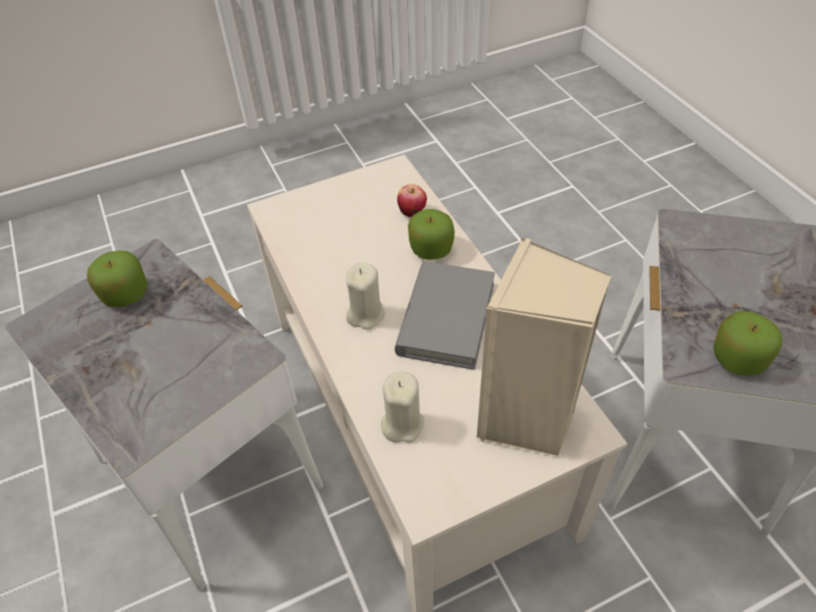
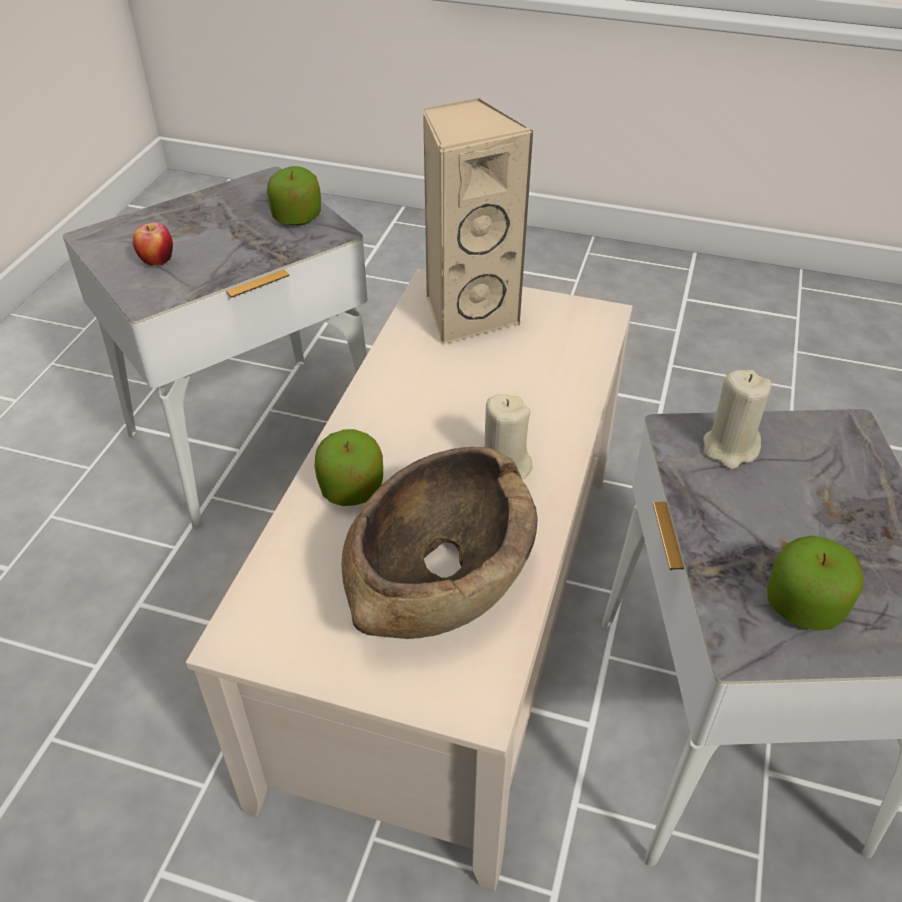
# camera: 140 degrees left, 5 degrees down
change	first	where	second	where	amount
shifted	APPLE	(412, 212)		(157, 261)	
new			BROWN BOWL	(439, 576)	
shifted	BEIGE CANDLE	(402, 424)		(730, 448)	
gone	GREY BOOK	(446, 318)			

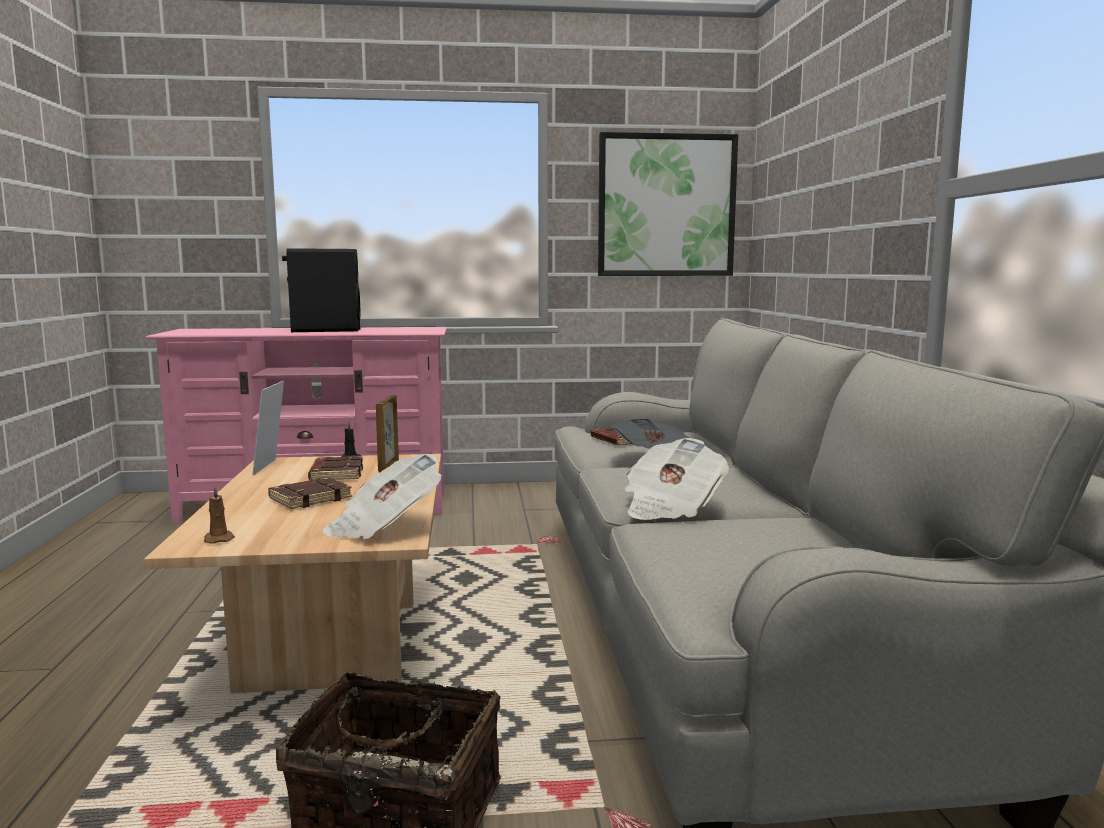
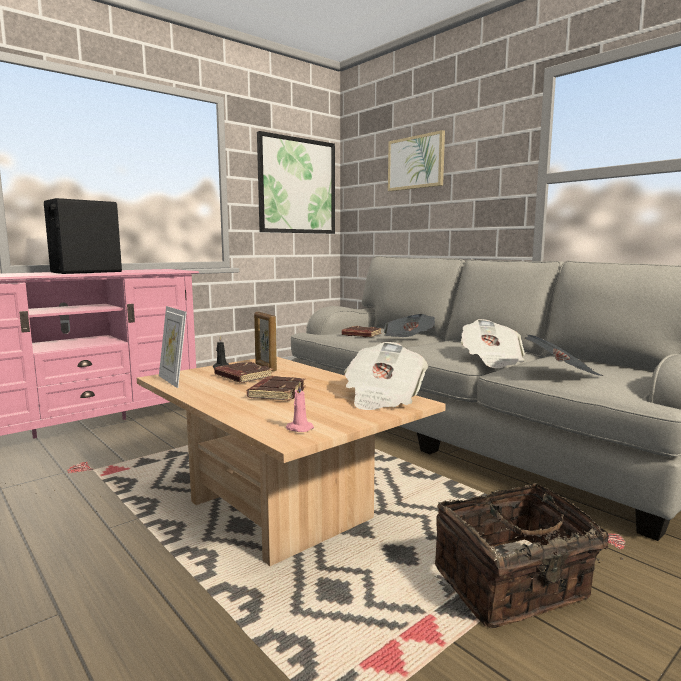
# camera: 35 degrees left, 0 degrees up
change	first	where	second	where	amount
repainted	BROWN CANDLE	(218, 539)	PINK CANDLE	(298, 428)	
new			PICTURE	(416, 162)	
new			NEWSPAPER	(562, 375)	

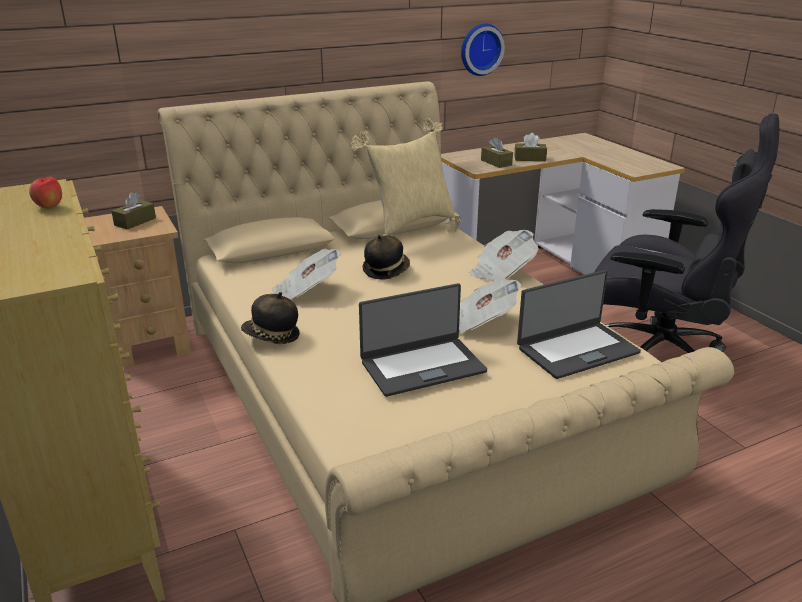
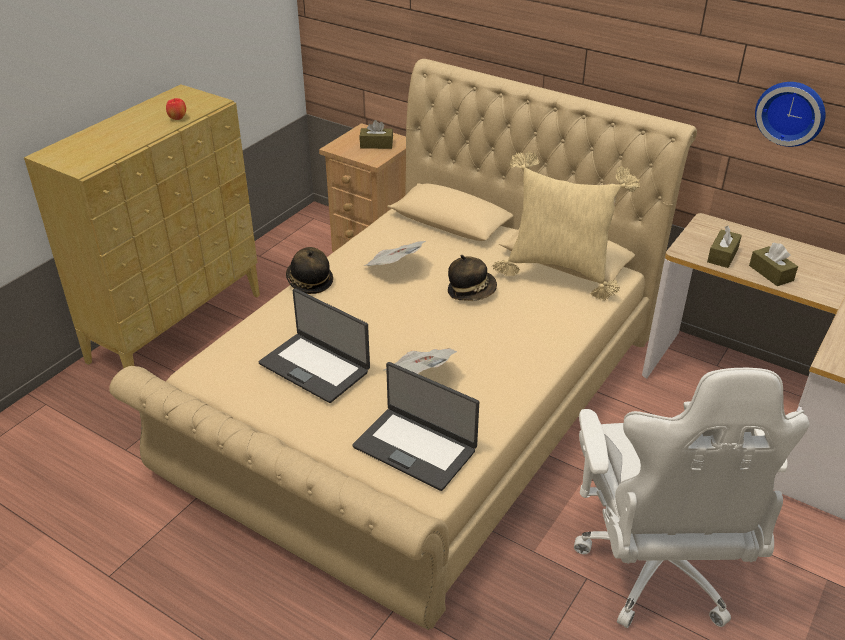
# camera: 60 degrees right, 10 degrees up
change	first	where	second	where	amount
repainted	BLACK OFFICE CHAIR	(651, 354)	WHITE OFFICE CHAIR	(654, 559)	
gone	NEWSPAPER	(501, 272)			

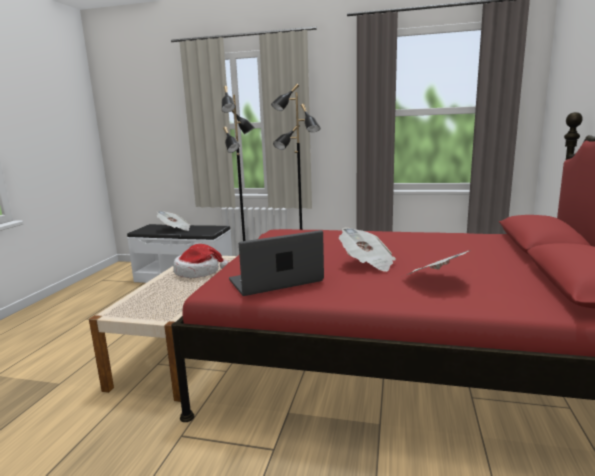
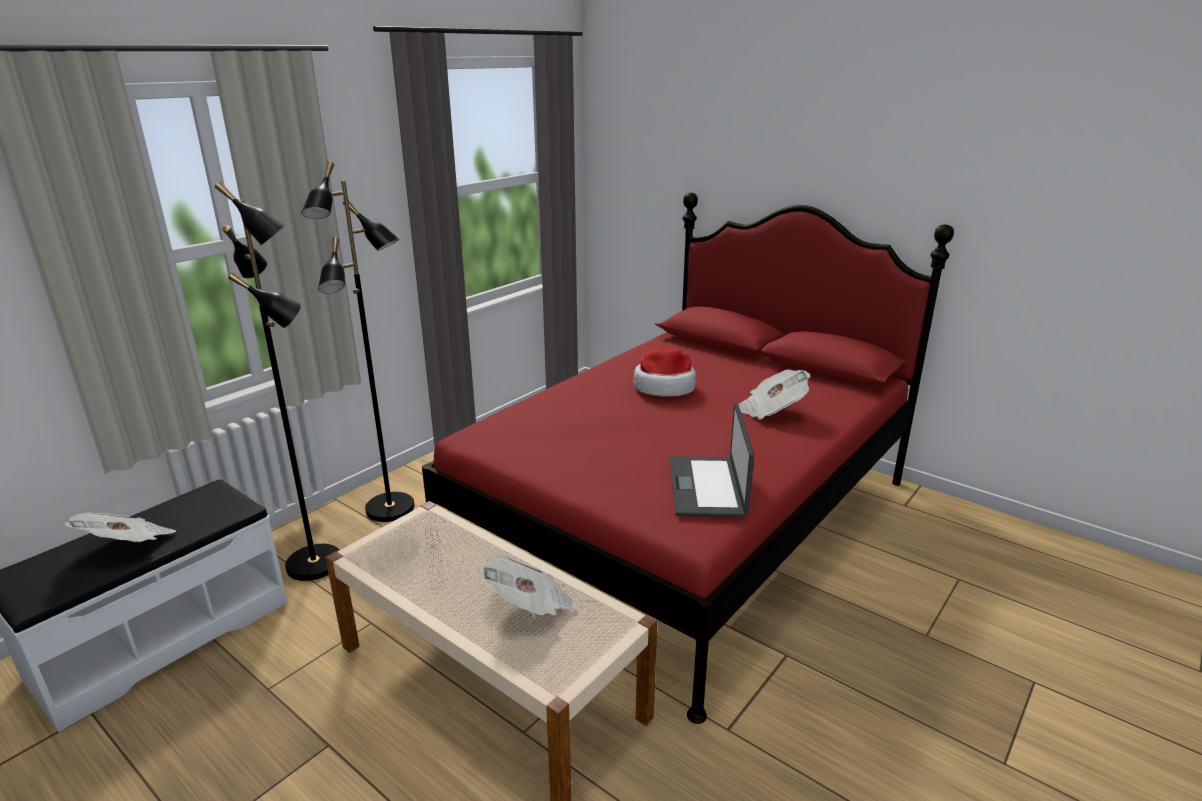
# camera: 65 degrees left, 10 degrees up
change	first	where	second	where	amount
shifted	NEWSPAPER	(367, 263)		(530, 606)	
shifted	HAT	(198, 272)		(664, 387)	

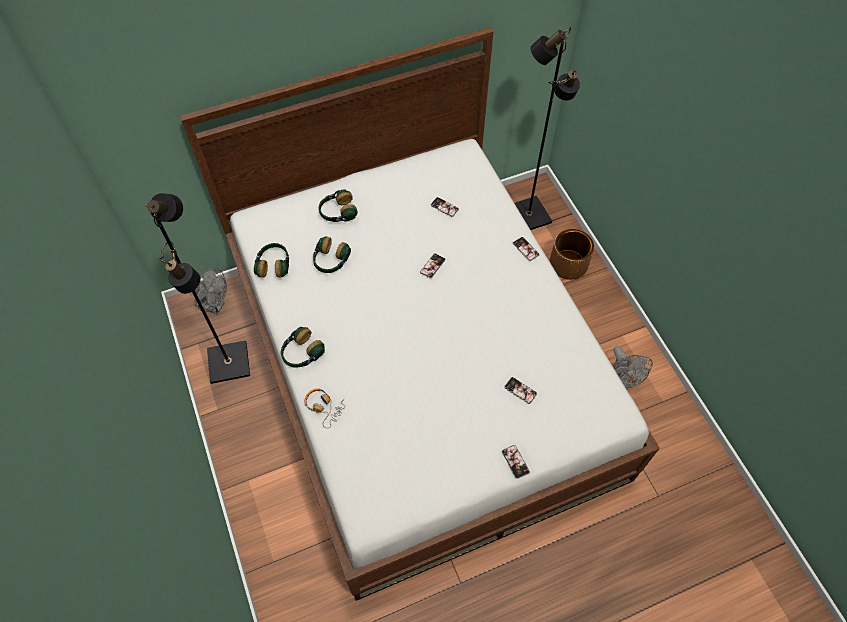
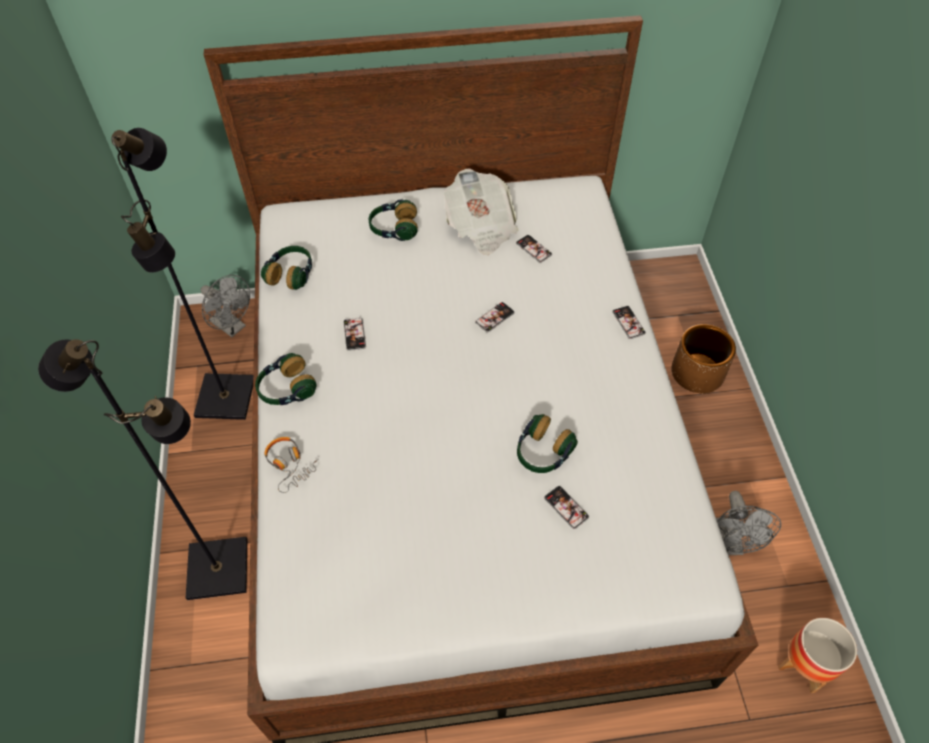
# camera: 15 degrees right, 5 degrees down
change	first	where	second	where	amount
shifted	BLACK FLOOR LAMP	(528, 215)		(218, 569)	
shifted	PHONE	(515, 462)		(354, 334)	
new			NEWSPAPER	(481, 227)	
shifted	HEADPHONES	(330, 261)		(542, 453)	
new			PLANTER	(804, 666)	

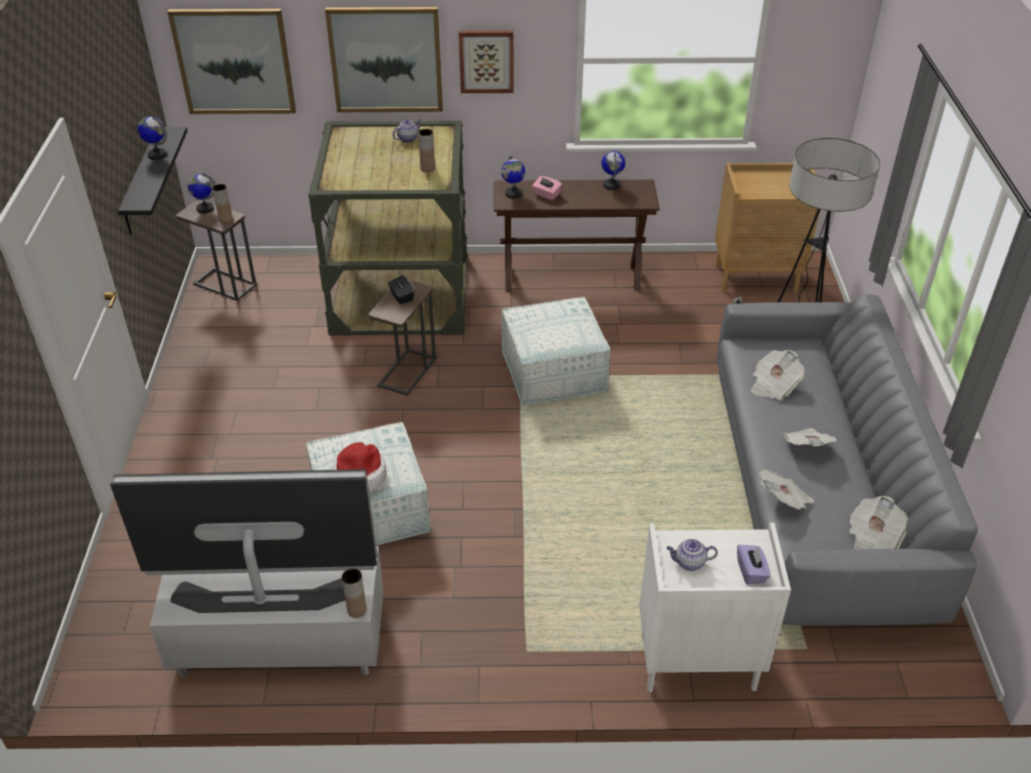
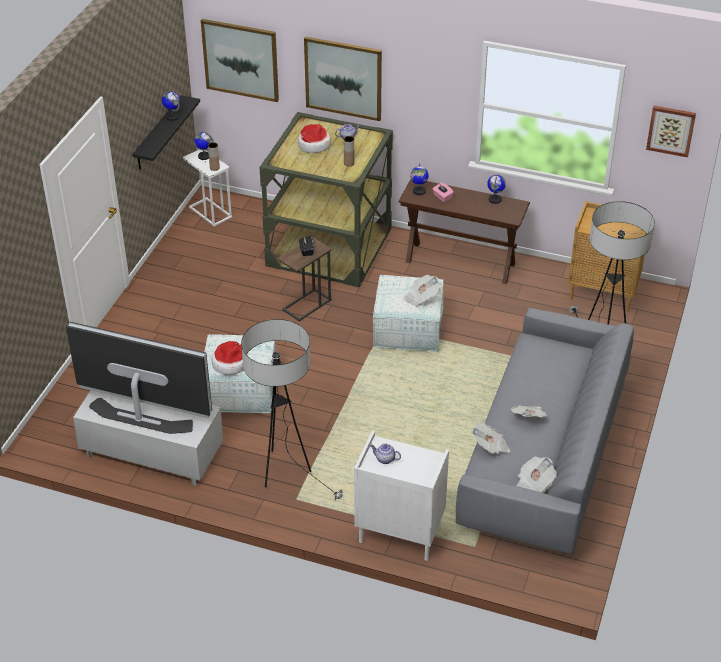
# camera: 20 degrees right, 0 degrees up
change	first	where	second	where	amount
repainted	BROWN SIDE TABLE	(226, 284)	WHITE SIDE TABLE	(211, 212)	
new			FLOOR LAMP	(285, 474)	
new			HAT	(313, 145)	
shifted	NEWSPAPER	(773, 385)		(420, 298)	
shifted	PICTURE	(486, 61)		(671, 130)	
gone	BROWN VASE	(357, 610)			
gone	PURPLE TISSUE BOX	(751, 572)			

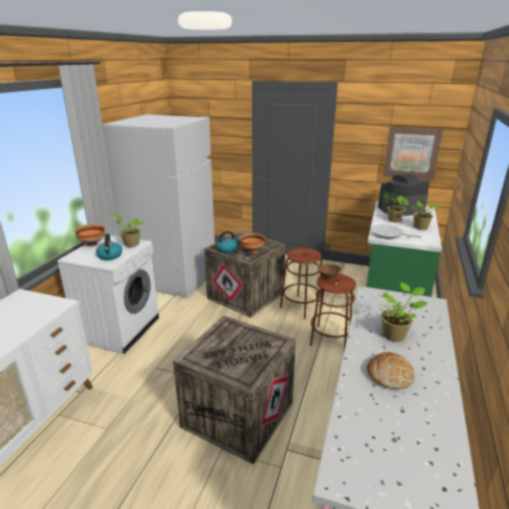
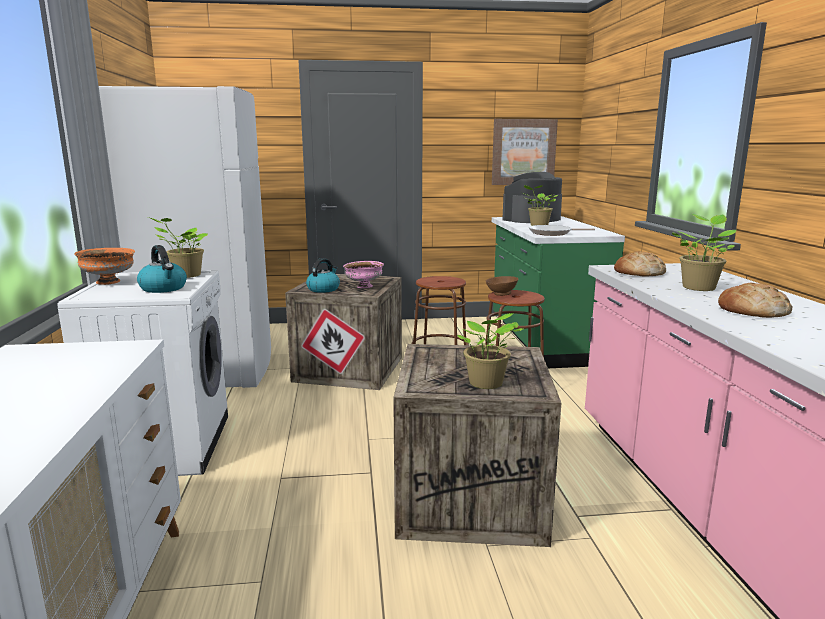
# camera: 25 degrees left, 10 degrees down
change	first	where	second	where	amount
repainted	ORANGE BOWL	(252, 251)	PINK BOWL	(364, 287)	
shifted	POTTED PLANT	(420, 227)		(486, 384)	
new			BREAD	(638, 272)	

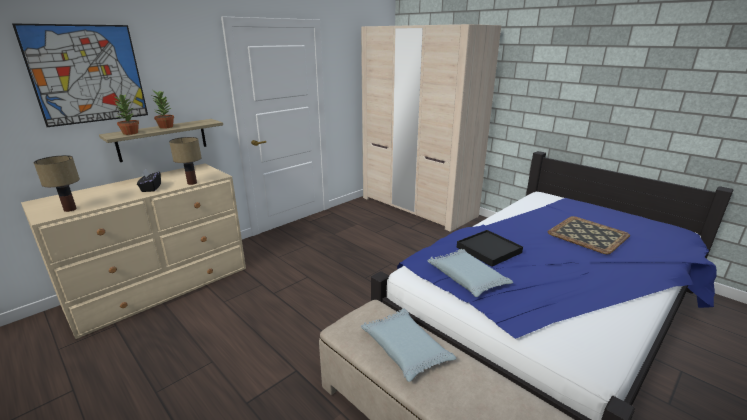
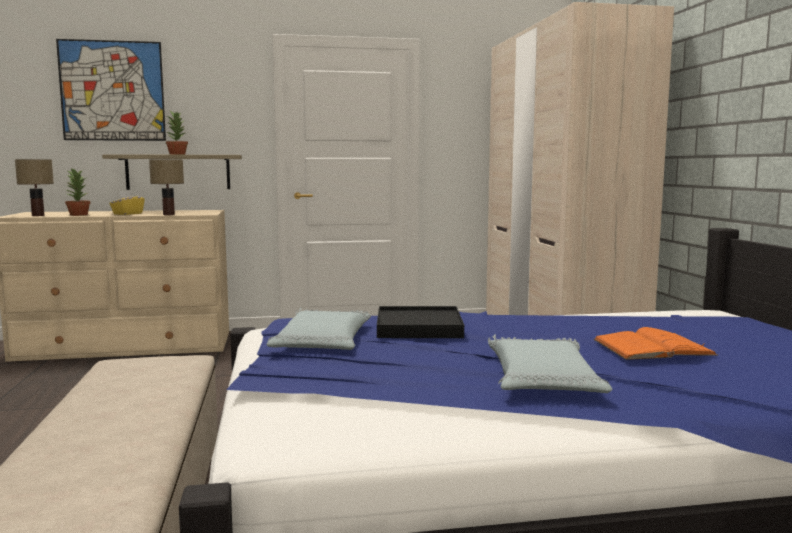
# camera: 35 degrees right, 15 degrees down
change	first	where	second	where	amount
shifted	POTTED PLANT	(130, 133)		(78, 215)	
repainted	BLACK TISSUE BOX	(151, 188)	YELLOW TISSUE BOX	(127, 214)	
shifted	BLUE PILLOW	(405, 347)		(542, 376)	
swapped	TRAY	(588, 235)	ORANGE BOOK	(652, 347)	

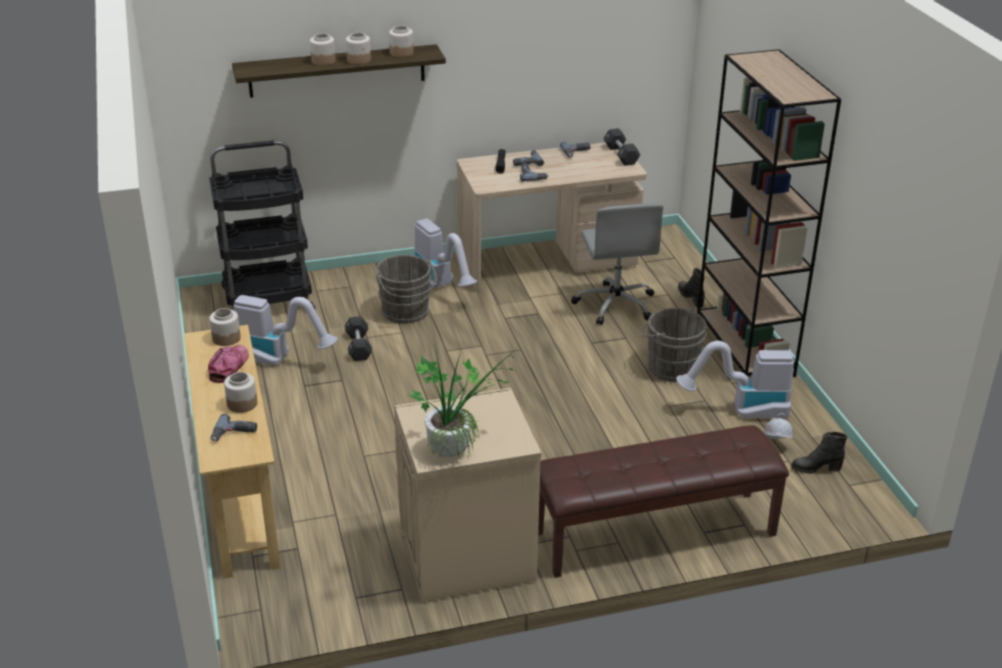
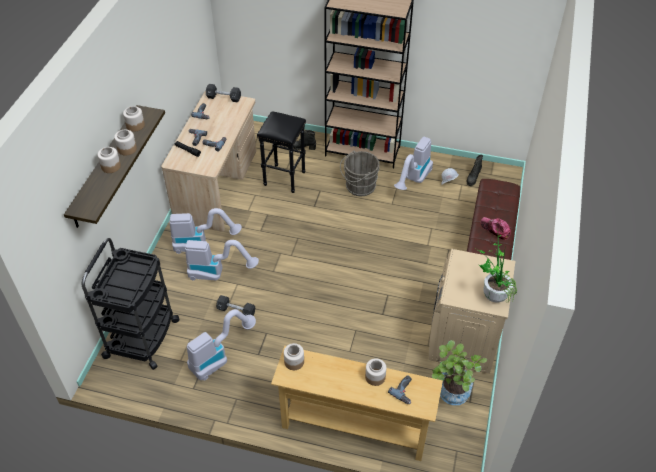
# camera: 60 degrees left, 15 degrees up
change	first	where	second	where	amount
swapped	GREY BUCKET	(406, 313)	VACUUM CLEANER	(218, 273)	
swapped	GREY OFFICE CHAIR	(615, 304)	BLACK STOOL	(285, 179)	
new			POTTED PLANT	(450, 395)	
shifted	CAP	(228, 367)		(495, 229)	

